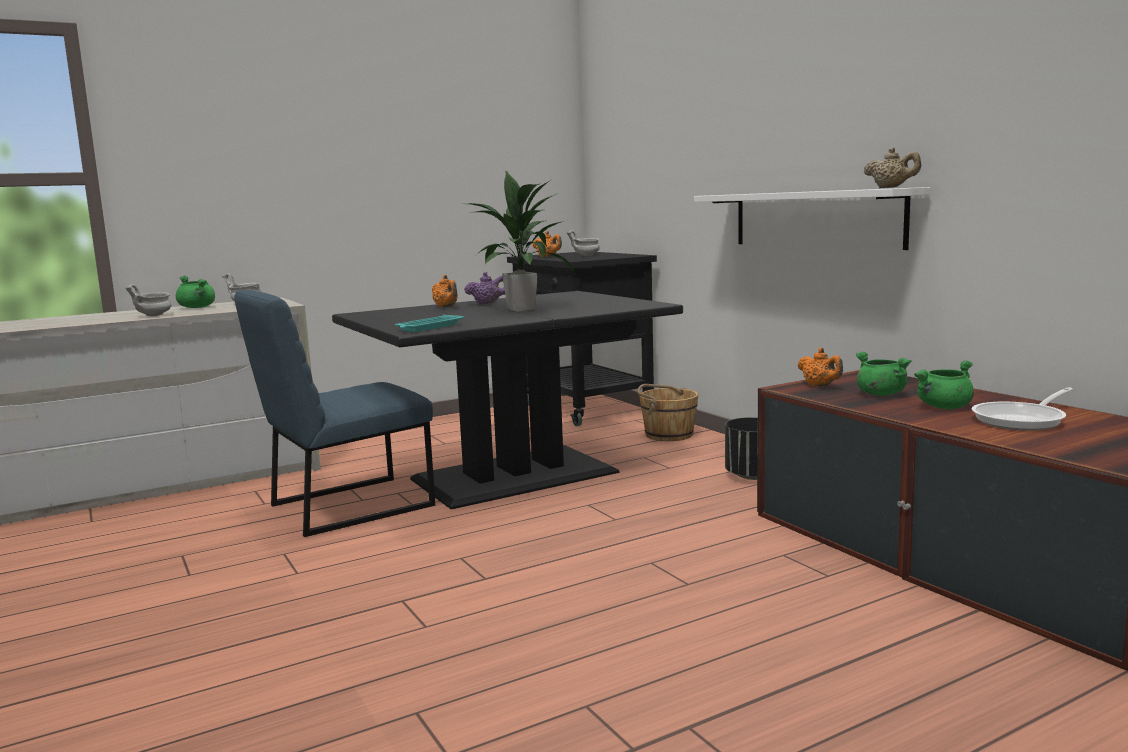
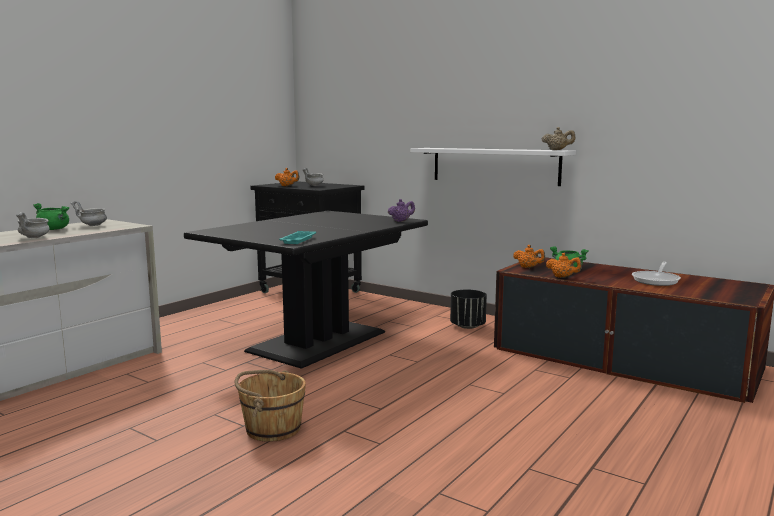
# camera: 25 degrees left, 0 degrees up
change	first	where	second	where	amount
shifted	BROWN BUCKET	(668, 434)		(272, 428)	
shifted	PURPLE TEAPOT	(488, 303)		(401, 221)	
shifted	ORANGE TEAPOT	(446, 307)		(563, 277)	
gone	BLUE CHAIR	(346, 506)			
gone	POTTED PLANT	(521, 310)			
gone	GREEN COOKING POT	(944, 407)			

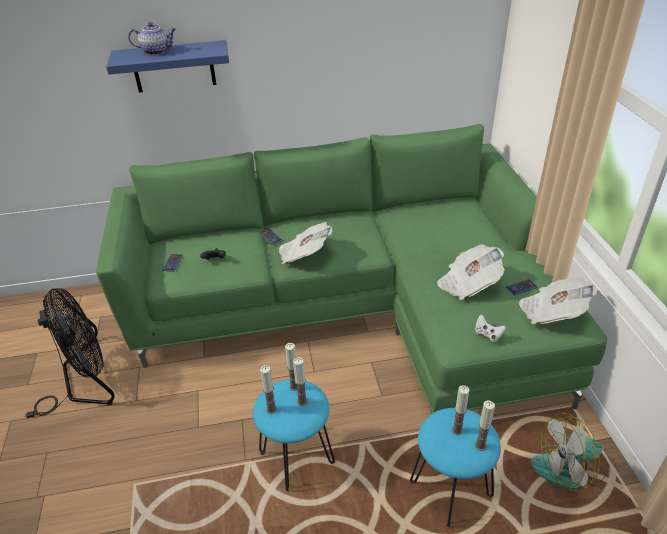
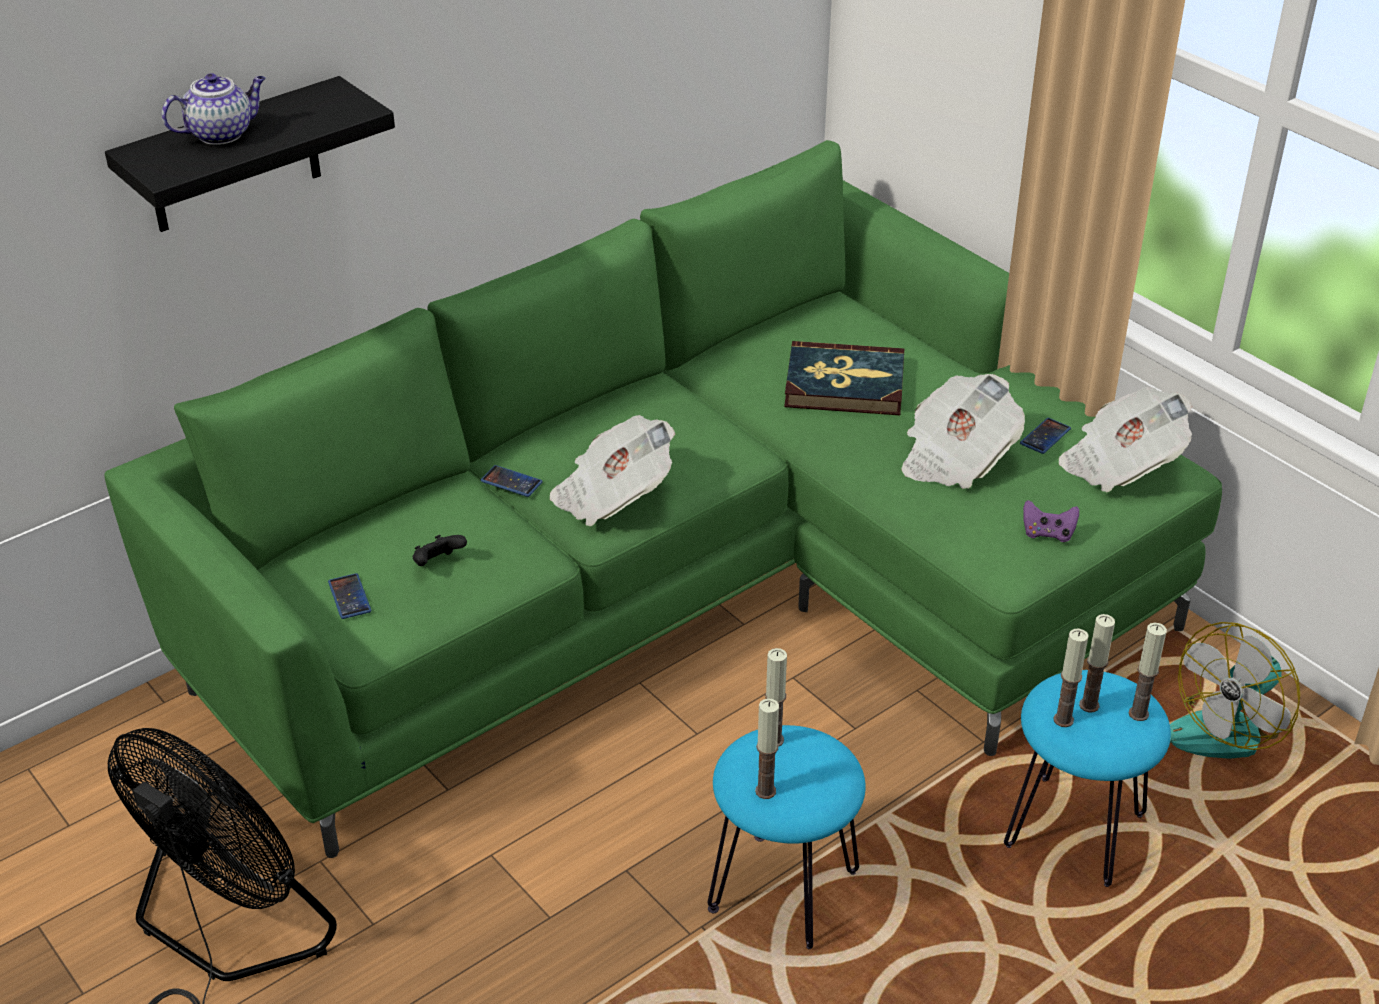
# camera: 30 degrees left, 0 degrees up
change	first	where	second	where	amount
repainted	BLUE SHELF	(173, 67)	BLACK SHELF	(233, 157)	
new			BOOK	(844, 384)	
repainted	WHITE GAME CONTROLLER	(487, 335)	PURPLE GAME CONTROLLER	(1048, 533)	
shifted	CANDLE	(302, 401)		(1063, 720)	

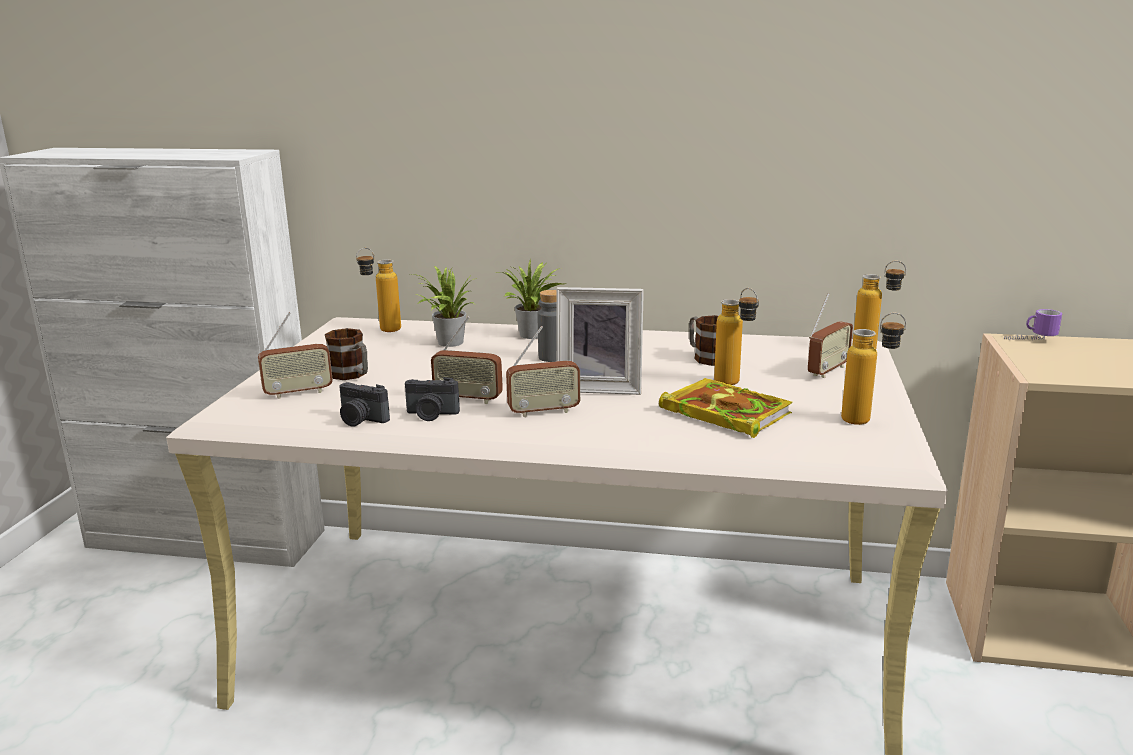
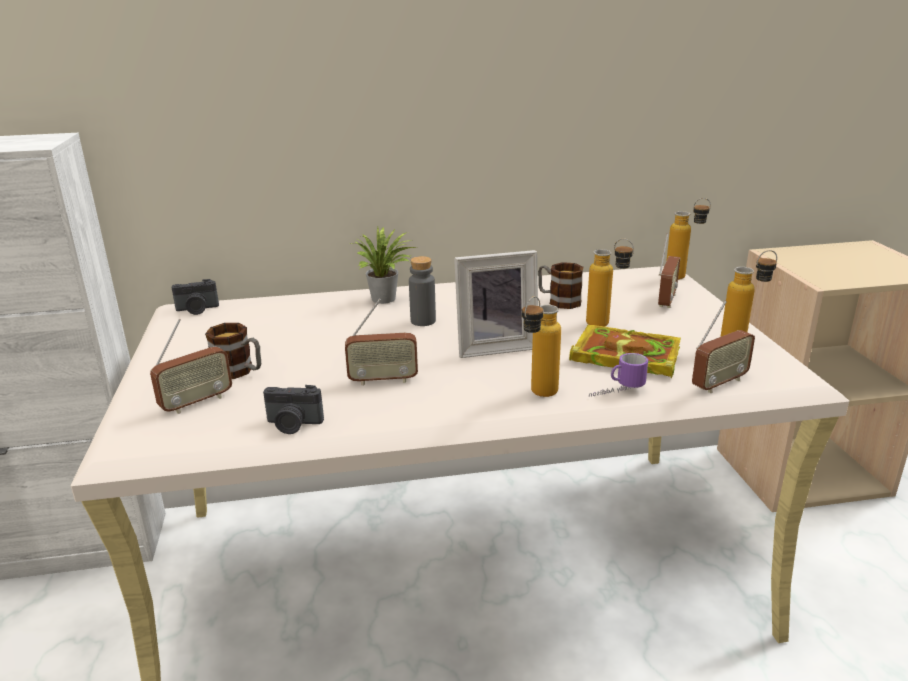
# camera: 20 degrees left, 5 degrees up
change	first	where	second	where	amount
shifted	PHOTO CAMERA	(431, 415)		(197, 310)	
shifted	BOTTLE	(382, 331)		(537, 395)	
shifted	MUG	(1029, 340)		(615, 392)	
shifted	RADIO	(543, 412)		(719, 383)	
gone	POTTED PLANT	(447, 343)			

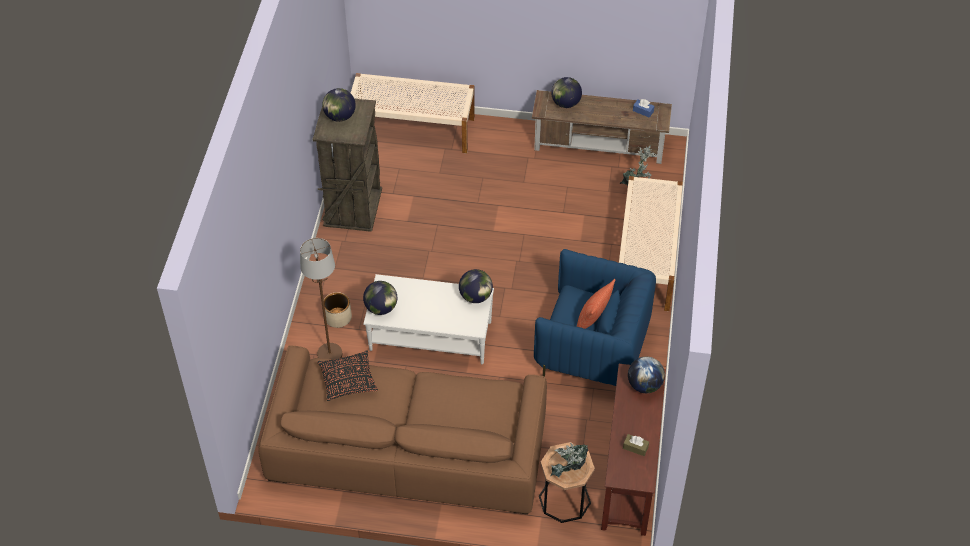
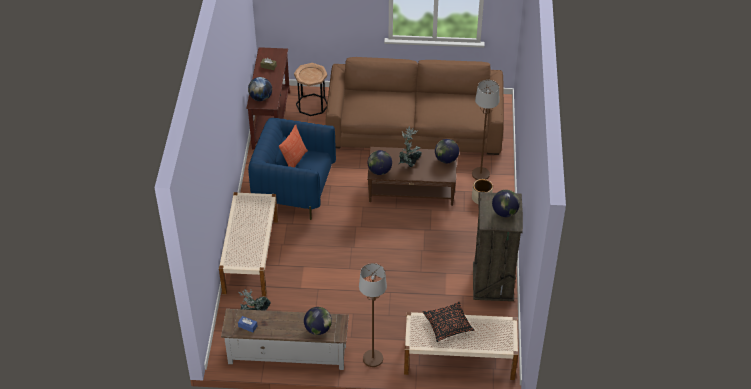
# camera: 175 degrees right, 5 degrees down
change	first	where	second	where	amount
new			BROWN FLOOR LAMP	(372, 358)	
repainted	WHITE COFFEE TABLE	(430, 336)	BROWN COFFEE TABLE	(412, 190)	
shifted	POTTED PLANT	(569, 472)		(409, 163)	
shifted	BLACK PILLOW	(348, 381)		(448, 325)	

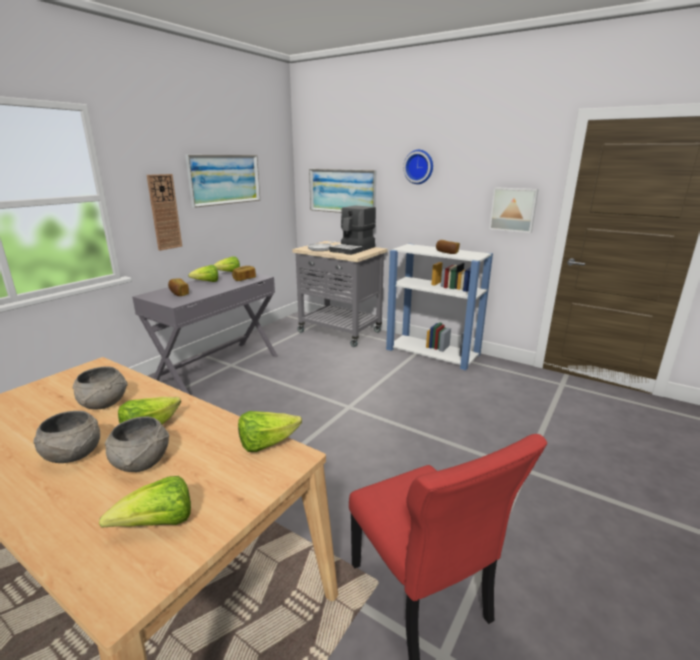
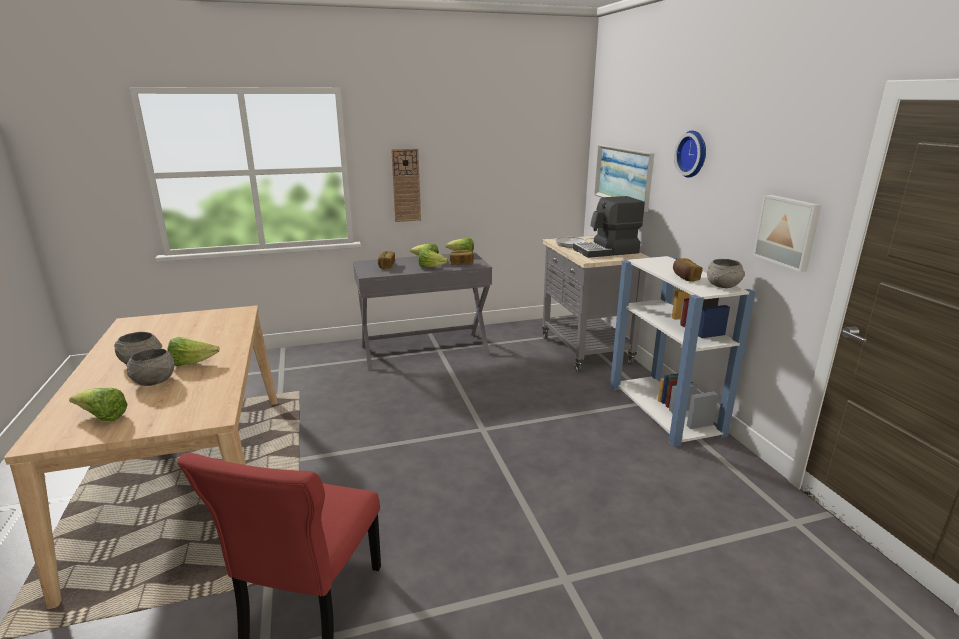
# camera: 40 degrees right, 0 degrees up
change	first	where	second	where	amount
shifted	LETTUCE	(266, 444)		(431, 267)	
shifted	GREY BOWL	(104, 403)		(723, 286)	
gone	PICTURE	(225, 179)			

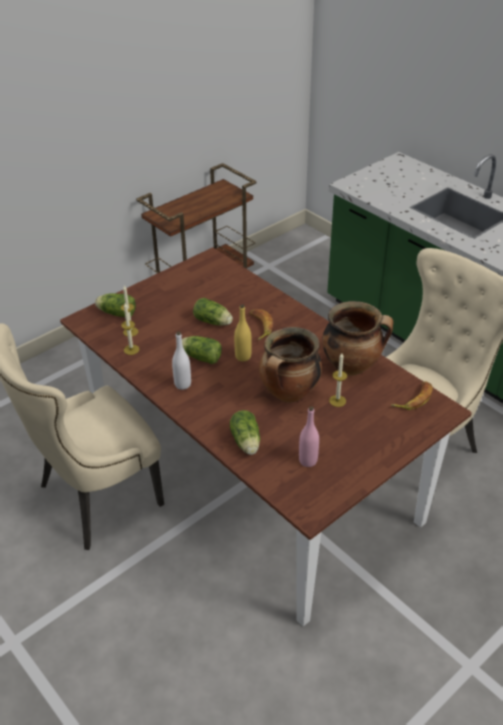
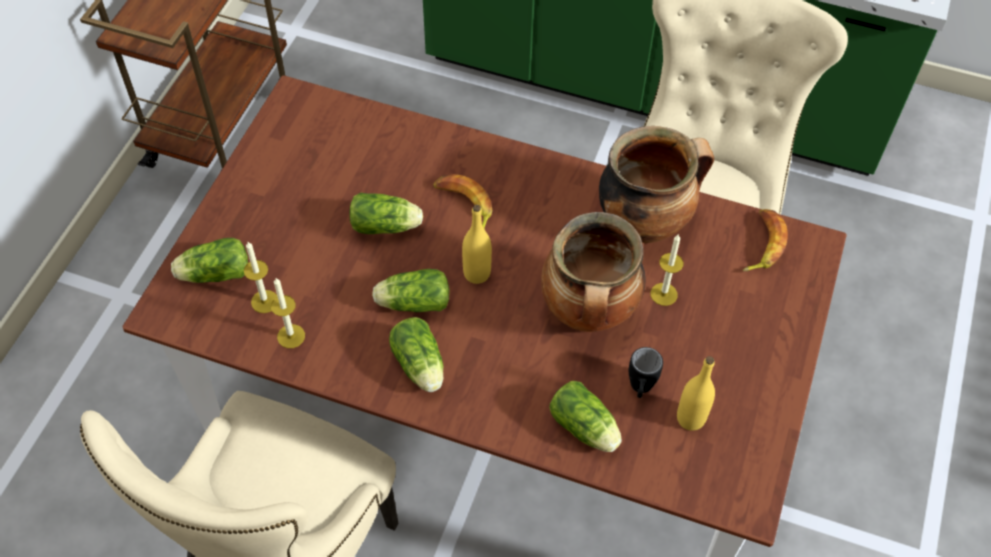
# camera: 30 degrees left, 15 degrees up
change	first	where	second	where	amount
swapped	WHITE BOTTLE	(182, 384)	LETTUCE	(420, 367)	
new			BLACK MUG	(640, 390)	
repainted	PINK BOTTLE	(308, 461)	YELLOW BOTTLE	(690, 418)	

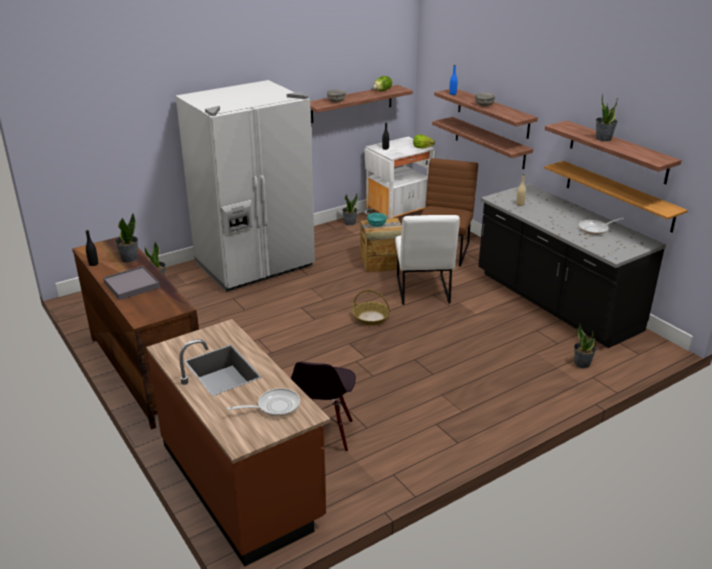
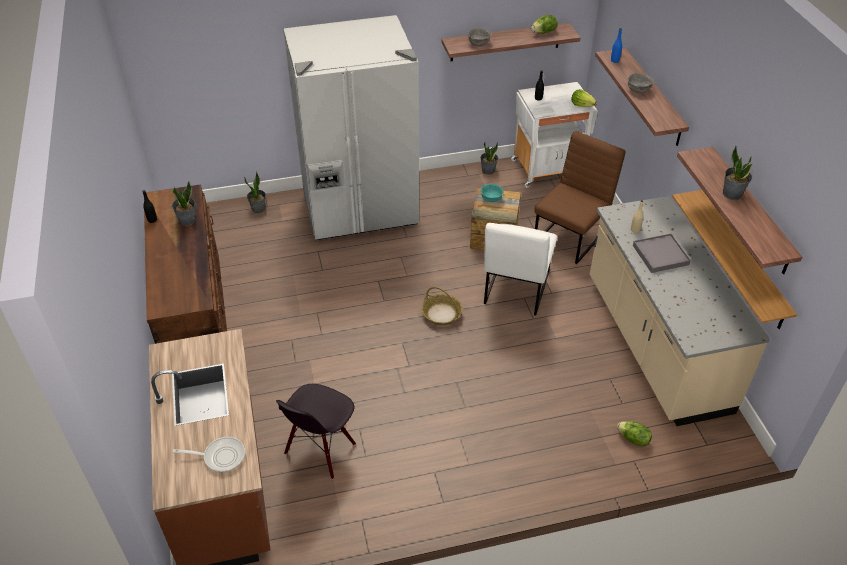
# camera: 20 degrees right, 15 degrees up
change	first	where	second	where	amount
repainted	BLACK COUNTER	(555, 302)	BEIGE COUNTER	(655, 344)	
swapped	POTTED PLANT	(582, 363)	LETTUCE	(633, 439)	
shifted	GREY TRAY	(131, 285)		(660, 255)	
gone	SHELF	(489, 142)			
gone	FRYING PAN	(595, 229)			

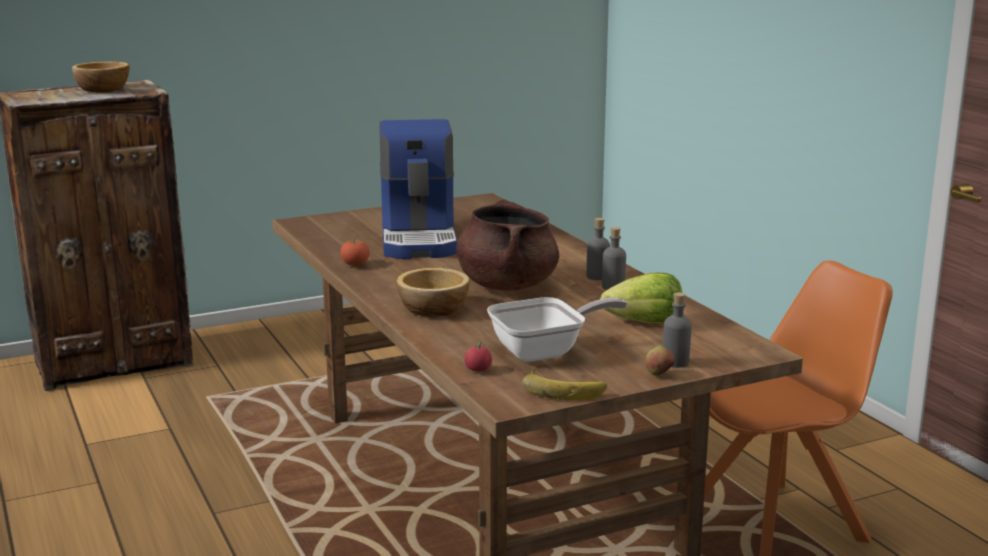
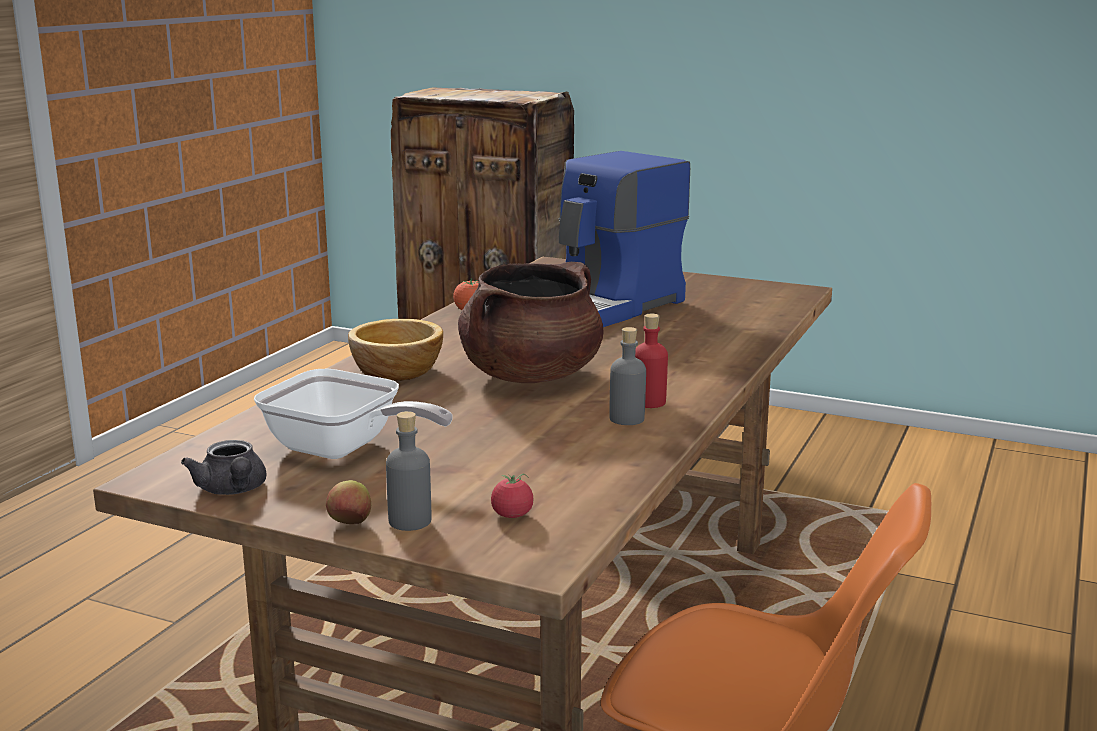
# camera: 50 degrees right, 0 degrees up
change	first	where	second	where	amount
swapped	BANANA	(564, 389)	GREY TEAPOT	(232, 490)	
shifted	TOMATO	(478, 369)		(512, 515)	
repainted	GREY BOTTLE	(597, 276)	RED BOTTLE	(649, 402)	
gone	BOWL	(103, 89)			
gone	LETTUCE	(645, 322)			

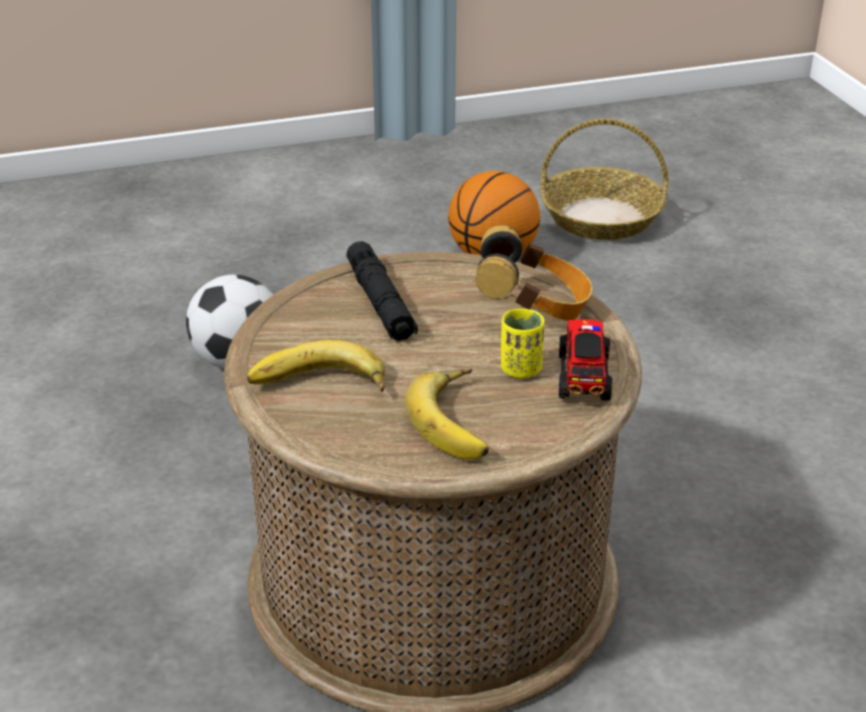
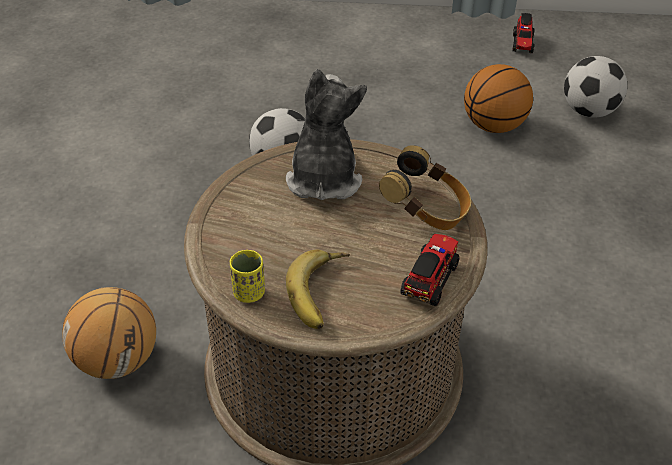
# camera: 20 degrees right, 10 degrees up
change	first	where	second	where	amount
new			BASKETBALL	(118, 360)	
shifted	YELLOW CUP	(521, 369)		(249, 293)	
swapped	BLACK FLASHLIGHT	(380, 303)	PLUSH TOY	(323, 179)	
new			TOY TRUCK	(522, 44)	
swapped	BASKET	(600, 218)	FOOTBALL	(588, 111)	
gone	BANANA	(319, 385)			

